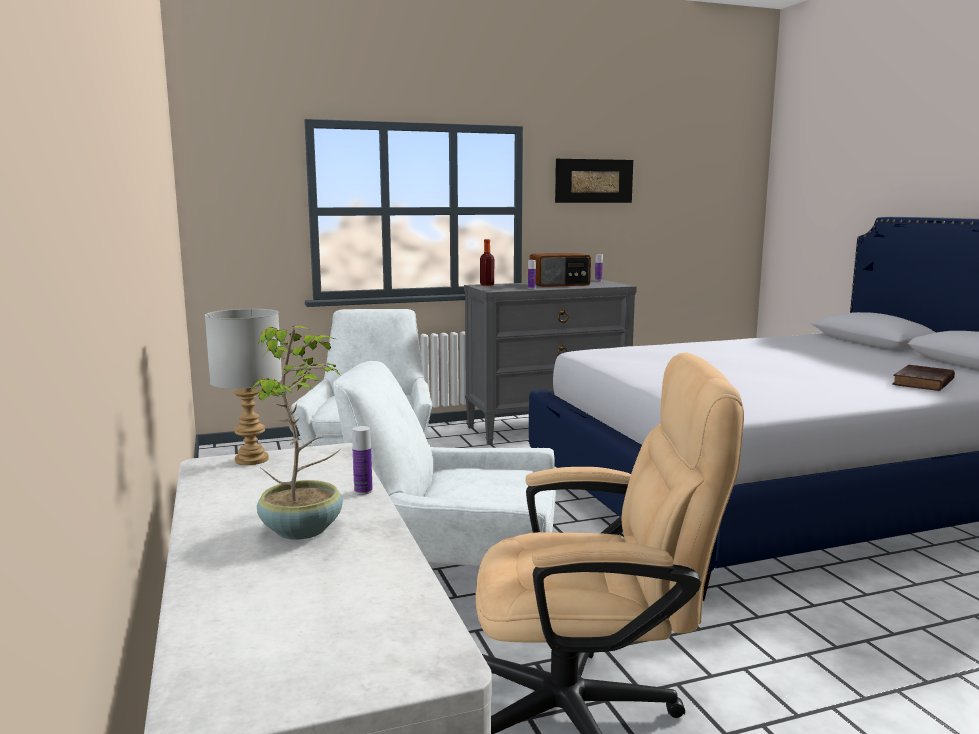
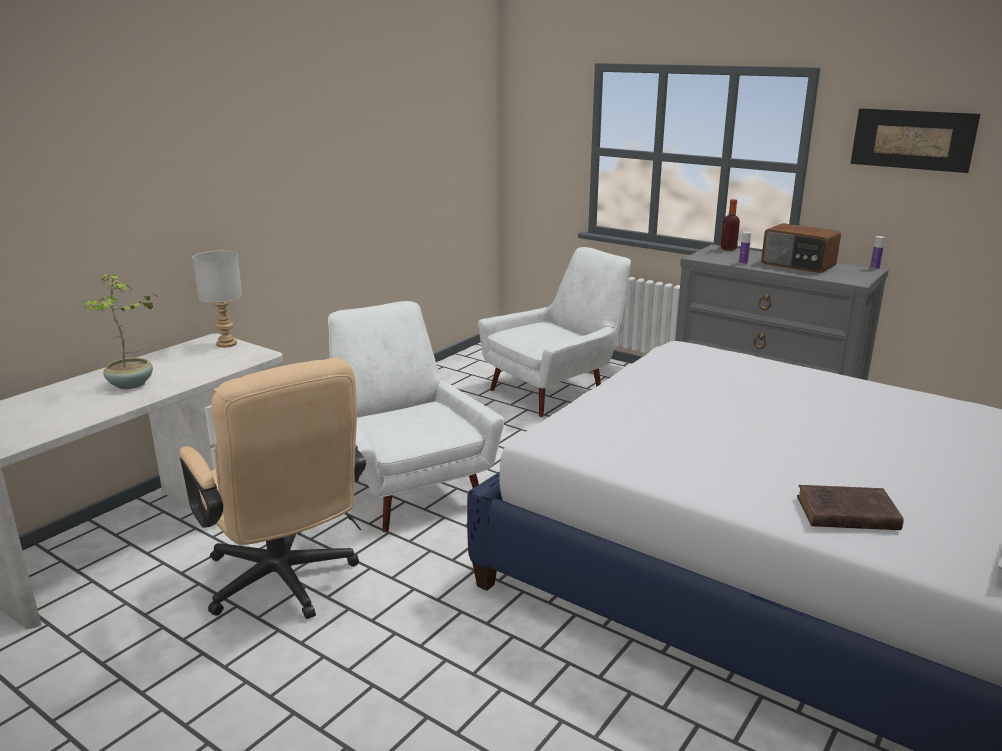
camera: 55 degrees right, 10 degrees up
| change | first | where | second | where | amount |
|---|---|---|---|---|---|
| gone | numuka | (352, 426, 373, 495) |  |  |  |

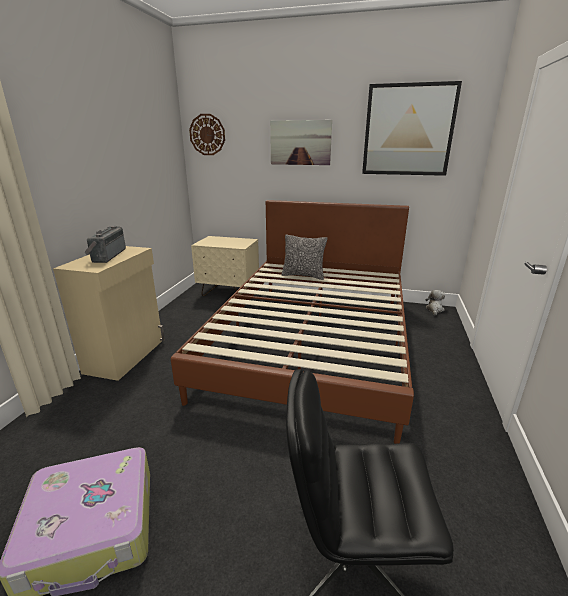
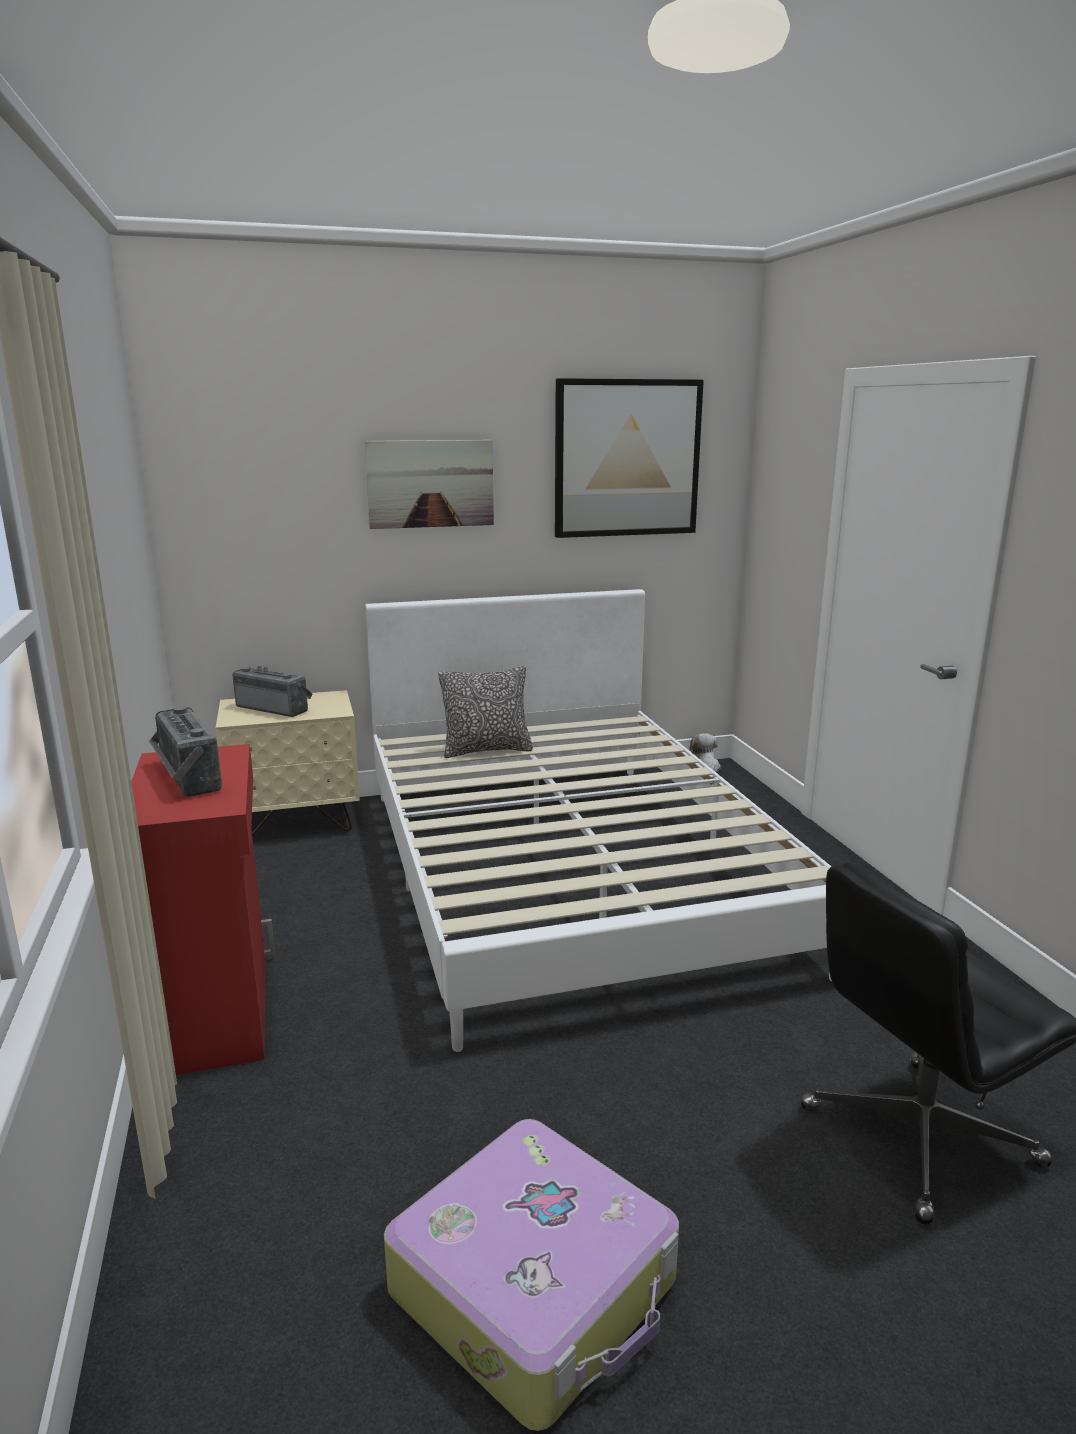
camera: 30 degrees left, 5 degrees down
| change | first | where | second | where | amount |
|---|---|---|---|---|---|
| gone | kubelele | (189, 114, 225, 155) |  |  |  |
| new |  |  | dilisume | (232, 666, 312, 717) |  |
| repainted | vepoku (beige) | (53, 246, 165, 381) | vepoku (red) | (131, 744, 275, 1075) |  |
| repainted | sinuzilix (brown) | (171, 200, 414, 444) | sinuzilix (white) | (365, 589, 832, 1052) |  |

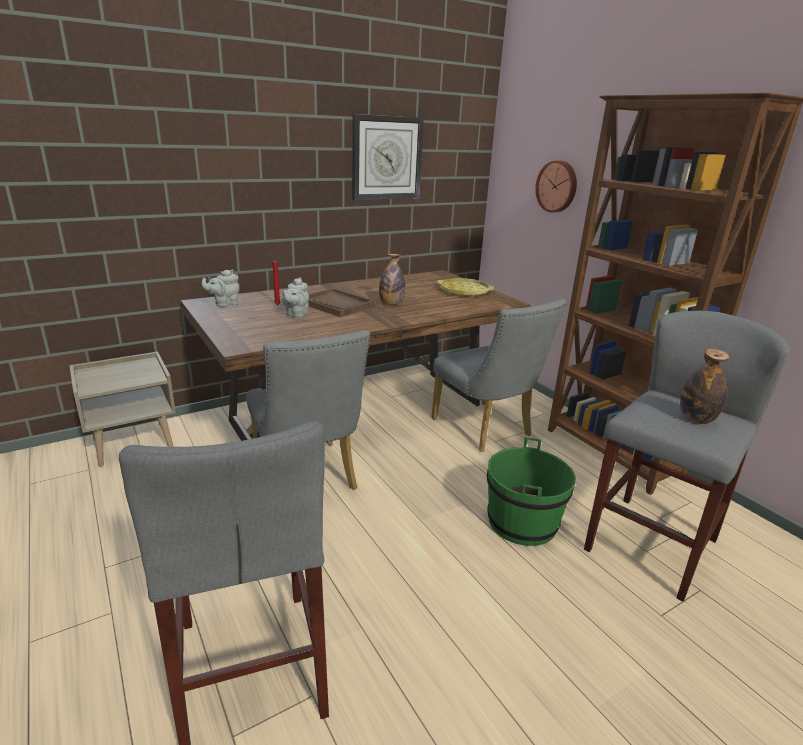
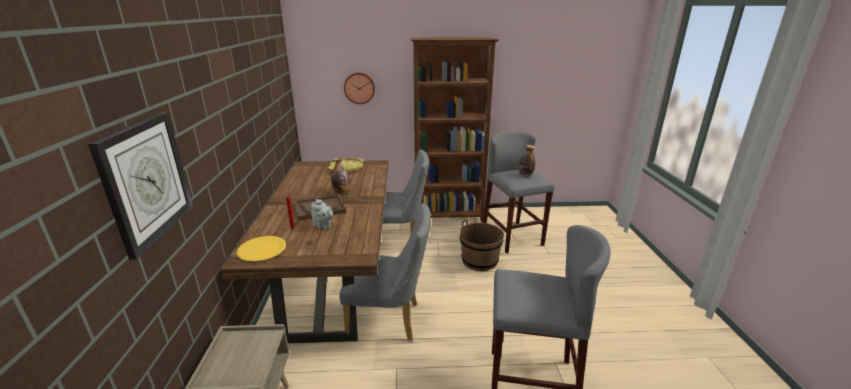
camera: 60 degrees left, 0 degrees up
| change | first | where | second | where | amount |
|---|---|---|---|---|---|
| shifted | kubelele | (352, 114, 424, 201) |  | (88, 112, 193, 260) |  |
| swapped | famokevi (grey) | (202, 270, 240, 307) | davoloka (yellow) | (236, 236, 286, 262) |  |
| repainted | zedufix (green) | (487, 437, 576, 546) | zedufix (brown) | (460, 220, 504, 271) |  |

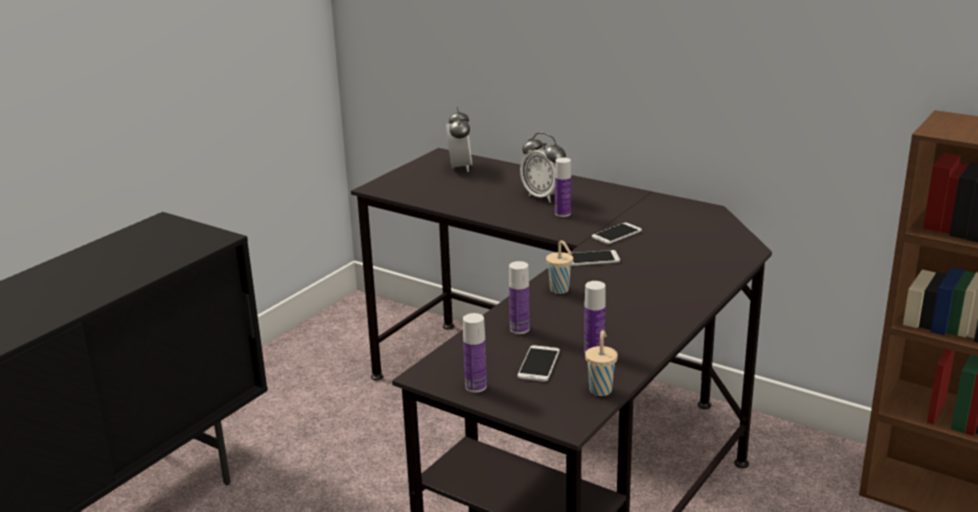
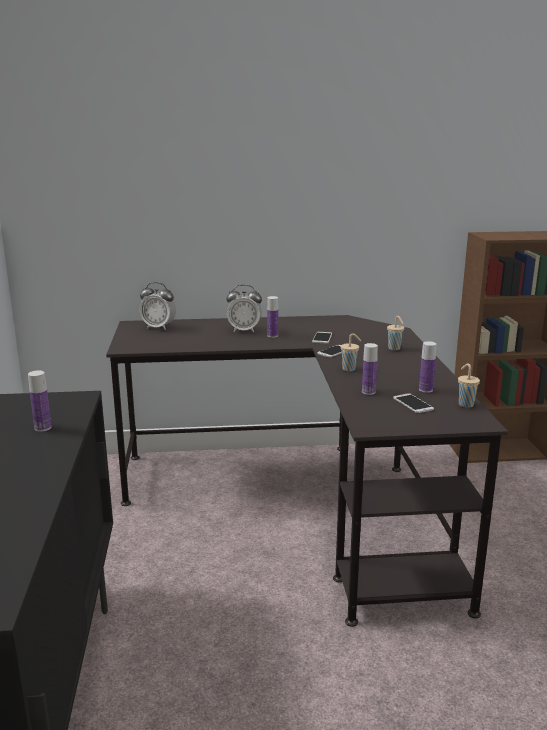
camera: 40 degrees left, 5 degrees down
| change | first | where | second | where | amount |
|---|---|---|---|---|---|
| new |  |  | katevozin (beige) | (387, 316, 404, 350) |  |
| shifted | numuka | (463, 313, 487, 393) |  | (28, 370, 52, 432) |  |
| rotated | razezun | (446, 107, 472, 172) |  | (140, 282, 176, 330) | 150 degrees clockwise |

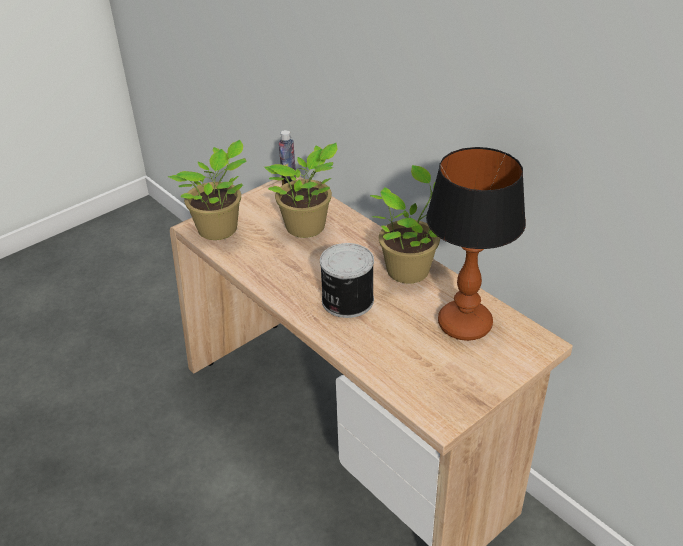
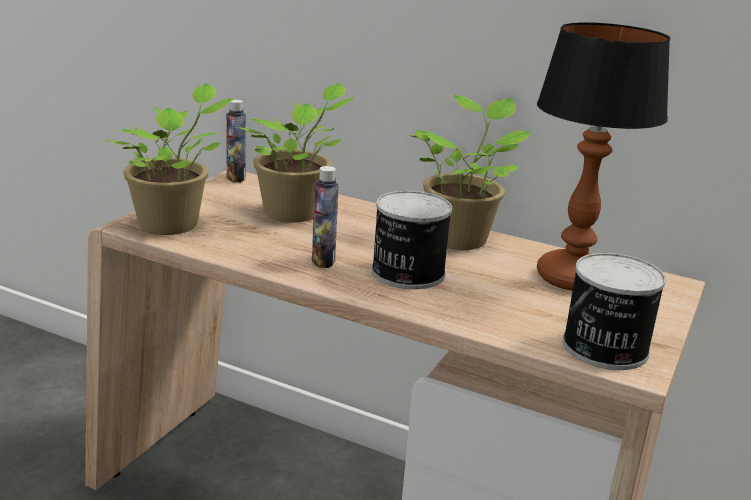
camera: 25 degrees left, 15 degrees down
| change | first | where | second | where | amount |
|---|---|---|---|---|---|
| new |  |  | numuka | (312, 166, 339, 268) |  |
| new |  |  | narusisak | (563, 253, 666, 370) |  |

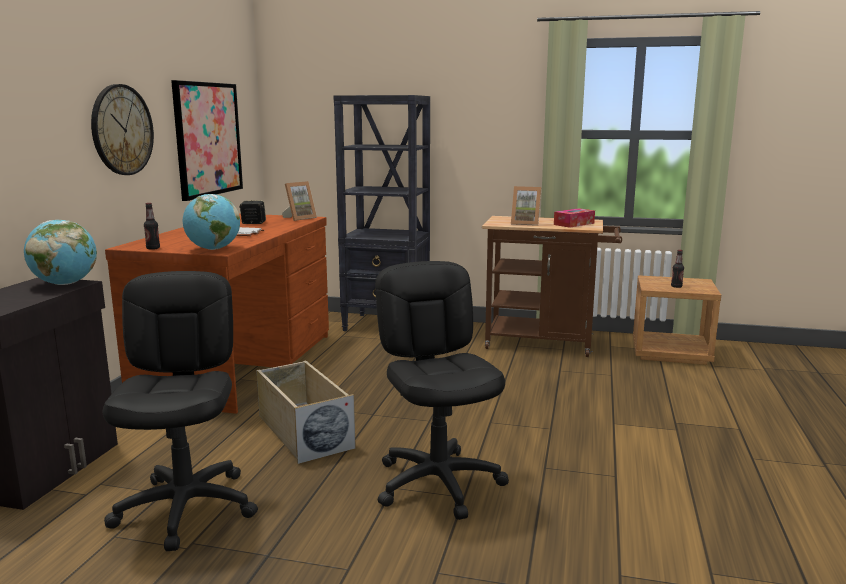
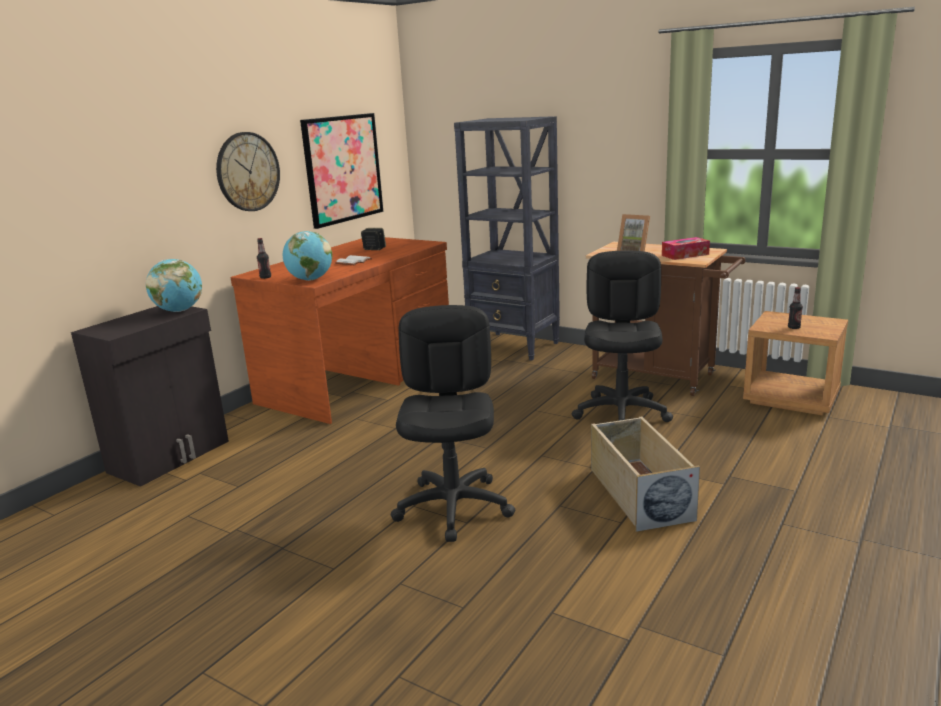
camera: 20 degrees right, 5 degrees up
| change | first | where | second | where | amount |
|---|---|---|---|---|---|
| gone | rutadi | (282, 181, 317, 221) |  |  |  |
| shifted | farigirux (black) | (103, 271, 258, 551) |  | (572, 251, 673, 422) |  |
| shifted | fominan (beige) | (257, 361, 356, 464) |  | (591, 416, 700, 532) |  |

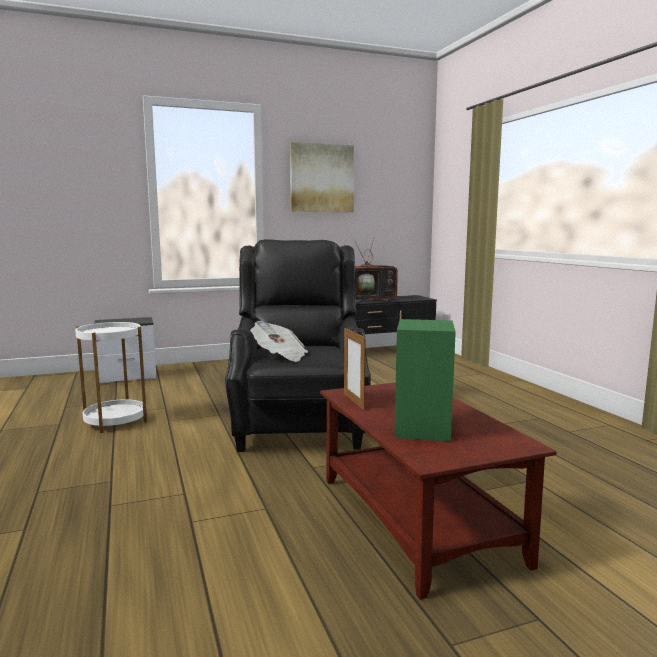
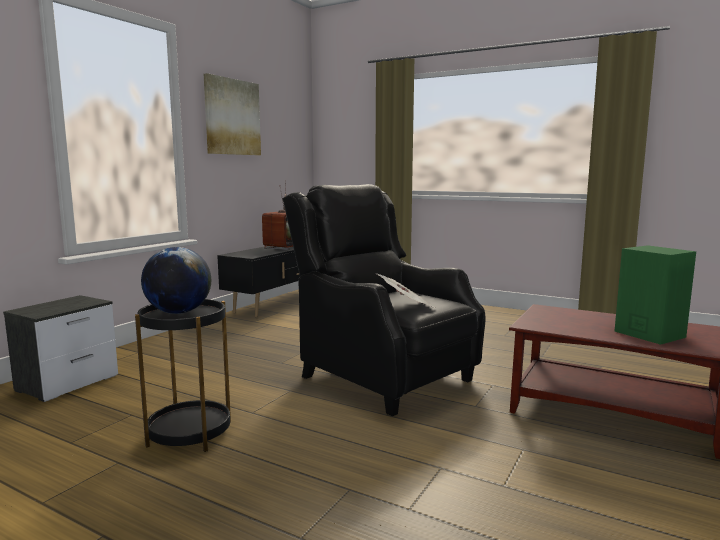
camera: 40 degrees left, 0 degrees up
| change | first | where | second | where | amount |
|---|---|---|---|---|---|
| gone | rutadi | (344, 327, 365, 410) |  |  |  |
| new |  |  | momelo | (141, 247, 211, 314) |  |
| repainted | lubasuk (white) | (75, 321, 147, 433) | lubasuk (black) | (135, 299, 231, 452) |  |

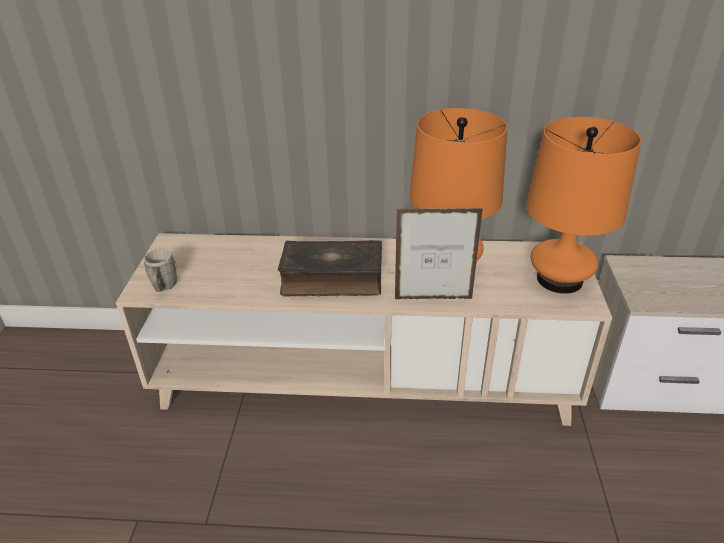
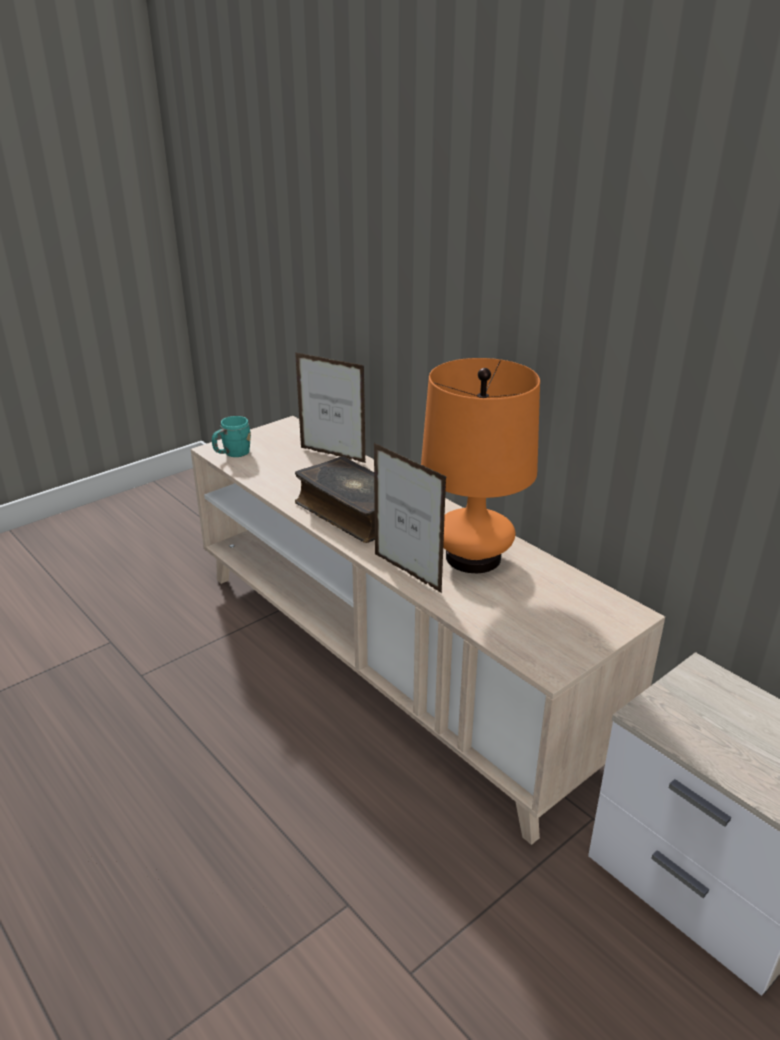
camera: 45 degrees right, 5 degrees down
| change | first | where | second | where | amount |
|---|---|---|---|---|---|
| gone | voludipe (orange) | (526, 117, 641, 294) |  |  |  |
| new |  |  | rutadi | (295, 352, 366, 463) |  |
| repainted | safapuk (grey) | (144, 249, 177, 292) | safapuk (turquoise) | (212, 416, 251, 457) |  |

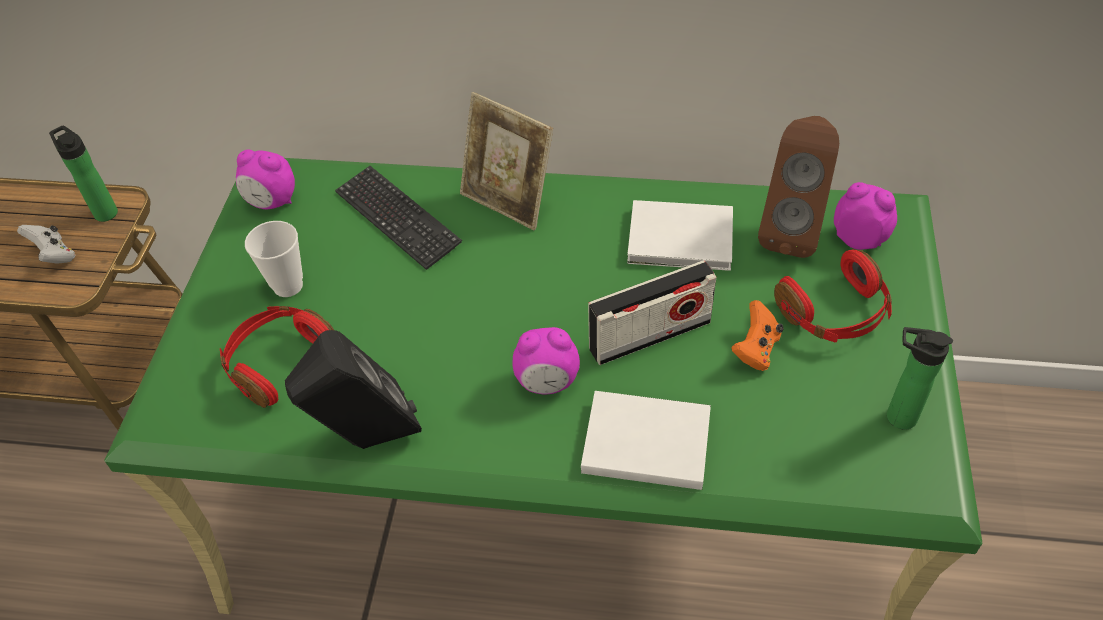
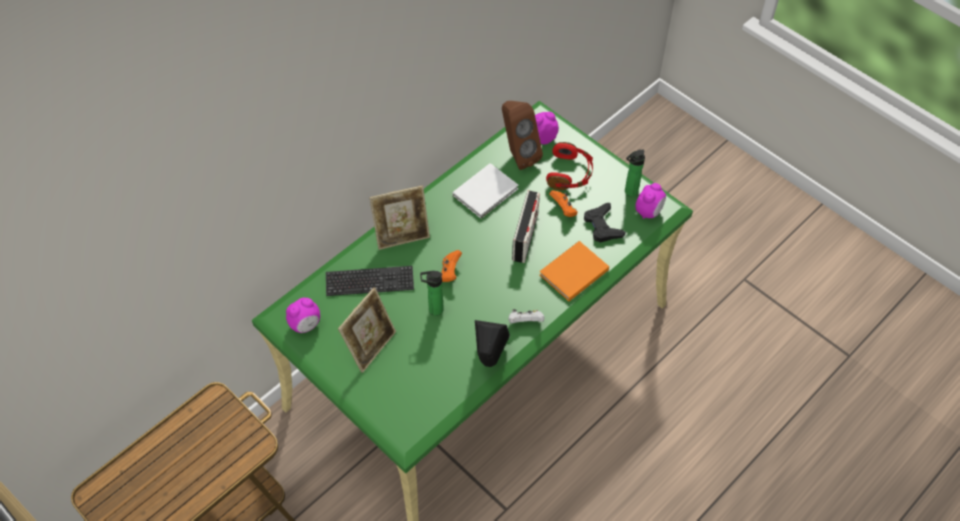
camera: 55 degrees left, 5 degrees up
| change | first | where | second | where | amount |
|---|---|---|---|---|---|
| gone | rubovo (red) | (220, 306, 334, 408) |  |  |  |
| new |  |  | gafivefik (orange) | (441, 250, 462, 282) |  |
| new |  |  | gafivefik (black) | (584, 203, 626, 243) |  |
| shifted | gafivefik (white) | (17, 225, 76, 264) |  | (508, 309, 544, 324) |  |
| shifted | numuka | (49, 125, 118, 222) |  | (420, 271, 444, 316) |  |
| shifted | razezun | (512, 327, 580, 395) |  | (635, 183, 666, 219) |  |
| swapped | katevozin | (245, 221, 303, 297) | rutadi | (338, 287, 396, 373) |  |
| repainted | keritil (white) | (581, 391, 711, 490) | keritil (orange) | (539, 241, 609, 301) |  |

